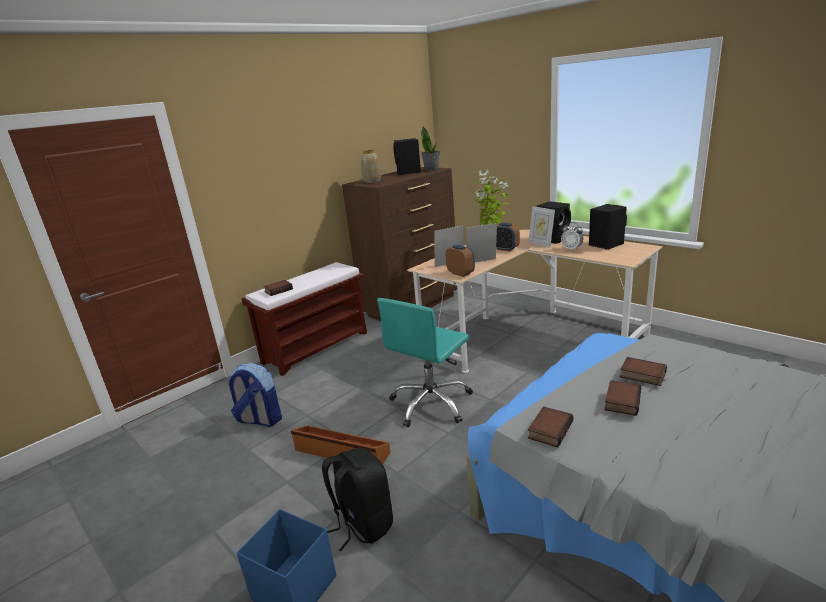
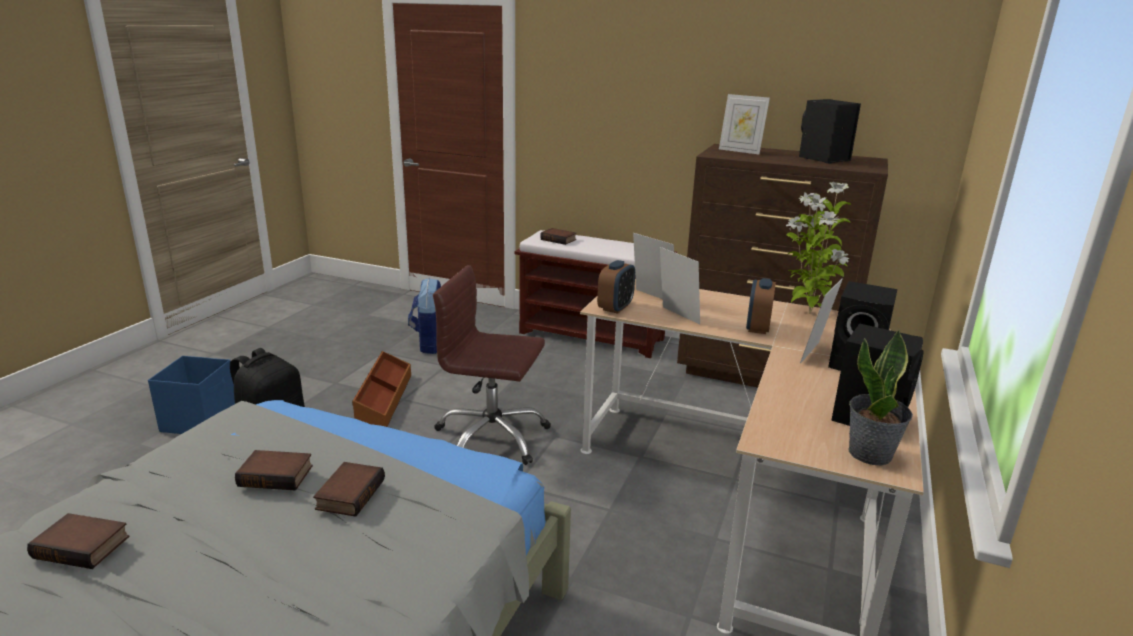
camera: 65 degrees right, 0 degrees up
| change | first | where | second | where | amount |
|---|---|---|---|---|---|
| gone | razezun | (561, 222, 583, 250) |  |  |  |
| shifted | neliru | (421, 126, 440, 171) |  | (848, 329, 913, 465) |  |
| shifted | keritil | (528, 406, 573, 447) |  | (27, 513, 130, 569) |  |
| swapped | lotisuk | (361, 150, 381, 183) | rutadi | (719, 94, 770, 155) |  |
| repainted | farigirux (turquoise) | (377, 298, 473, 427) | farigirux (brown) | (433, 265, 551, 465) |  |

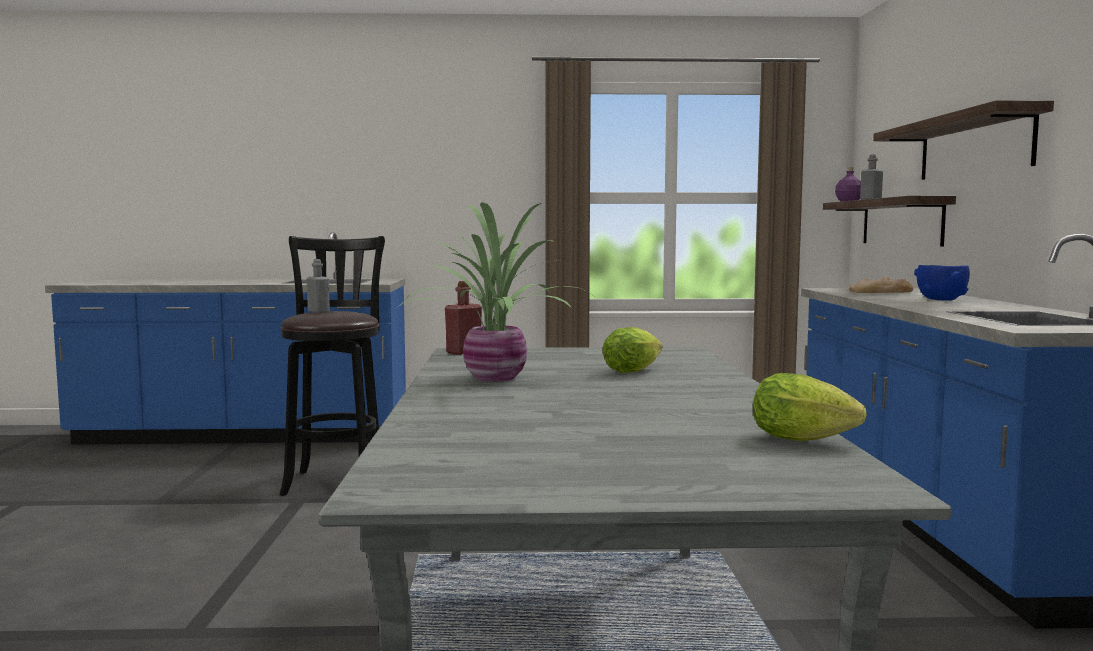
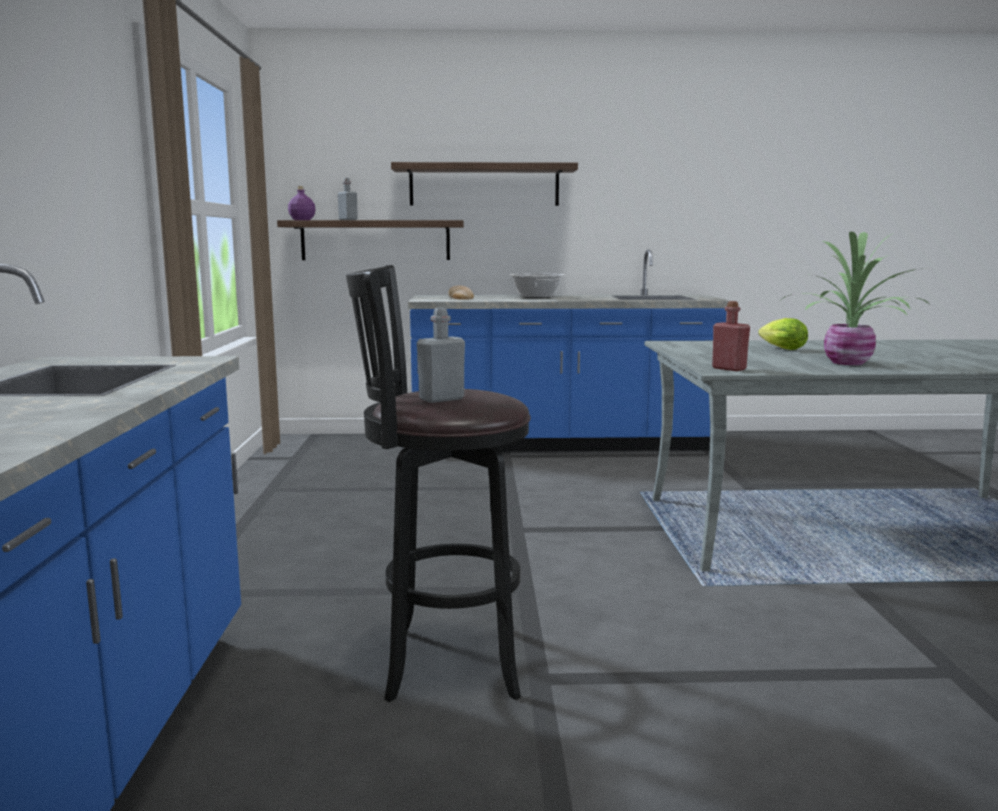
camera: 90 degrees left, 5 degrees up
| change | first | where | second | where | amount |
|---|---|---|---|---|---|
| gone | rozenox | (753, 373, 867, 441) |  |  |  |
| swapped | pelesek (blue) | (914, 265, 970, 301) | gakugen | (510, 273, 565, 298) |  |

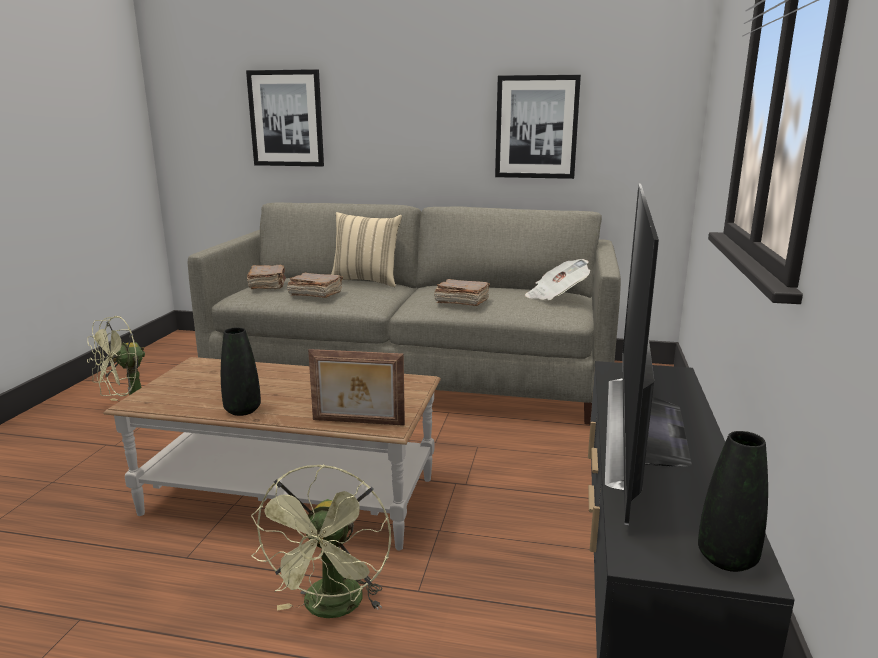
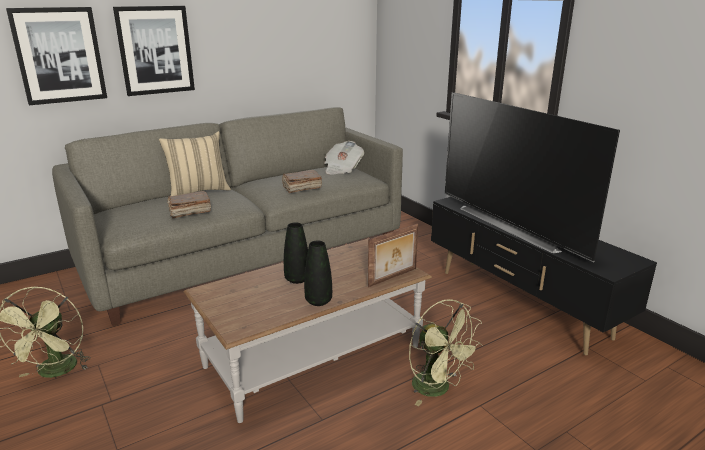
camera: 45 degrees left, 5 degrees up
| change | first | where | second | where | amount |
|---|---|---|---|---|---|
| gone | keritil (brown) | (247, 265, 286, 289) |  |  |  |
| shifted | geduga | (495, 75, 581, 179) |  | (113, 6, 195, 96) |  |
| shifted | lotisuk (black) | (698, 431, 768, 572) |  | (284, 222, 308, 284) |  |

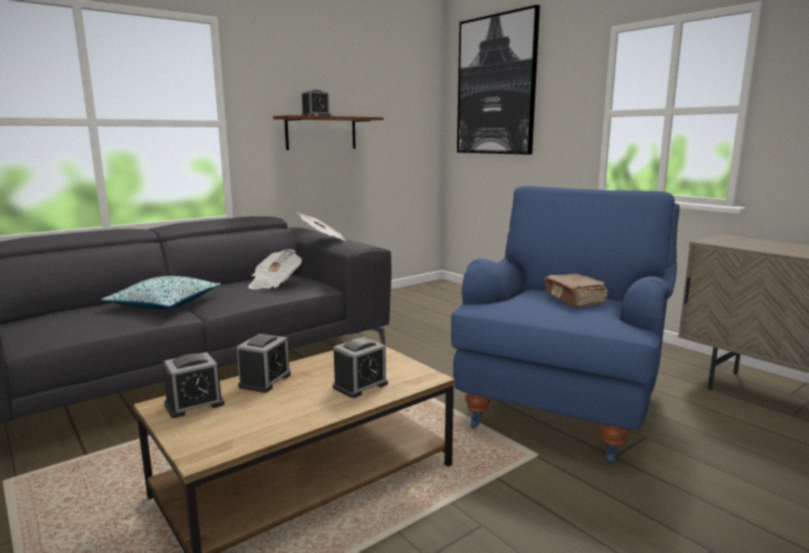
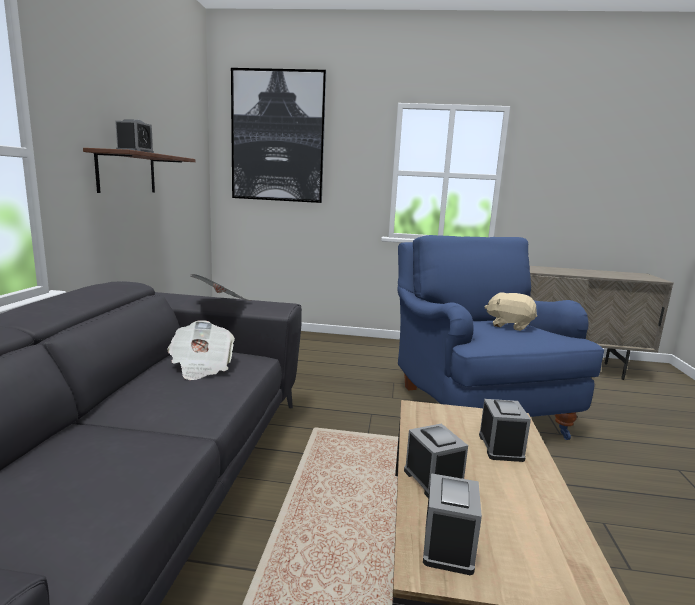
camera: 45 degrees left, 0 degrees up
| change | first | where | second | where | amount |
|---|---|---|---|---|---|
| gone | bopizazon | (101, 276, 221, 309) |  |  |  |
| swapped | keritil (brown) | (544, 274, 608, 308) | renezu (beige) | (485, 292, 537, 331) |  |

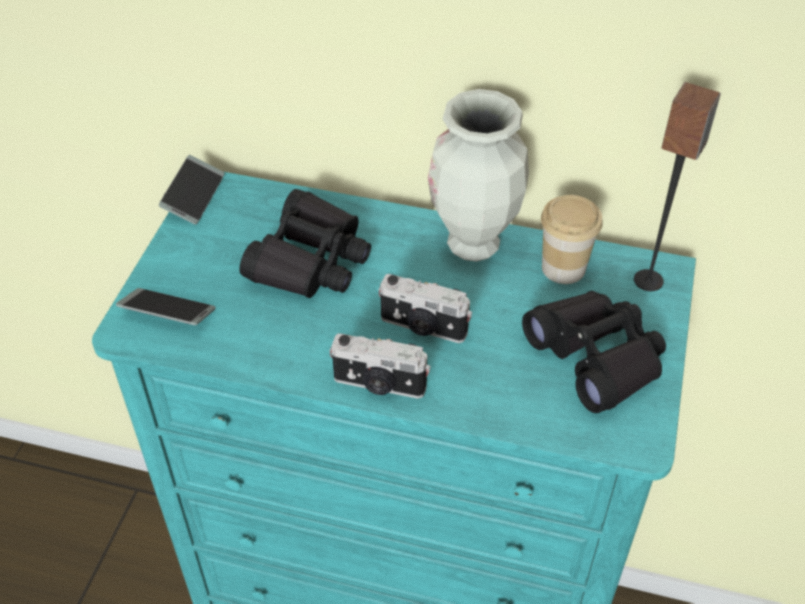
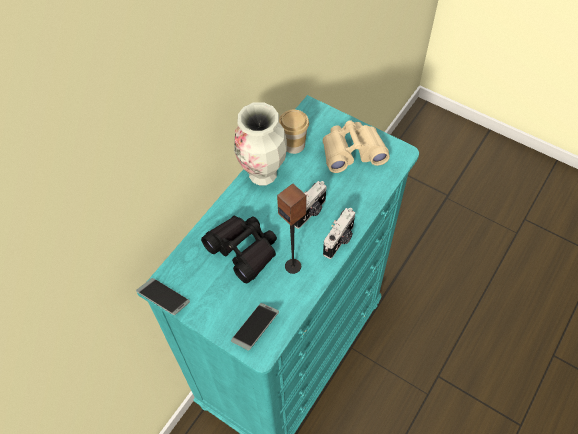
camera: 70 degrees left, 10 degrees up
| change | first | where | second | where | amount |
|---|---|---|---|---|---|
| shifted | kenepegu | (634, 82, 721, 291) |  | (277, 184, 307, 274) |  |
| repainted | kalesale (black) | (522, 291, 666, 413) | kalesale (beige) | (322, 120, 390, 173) |  |

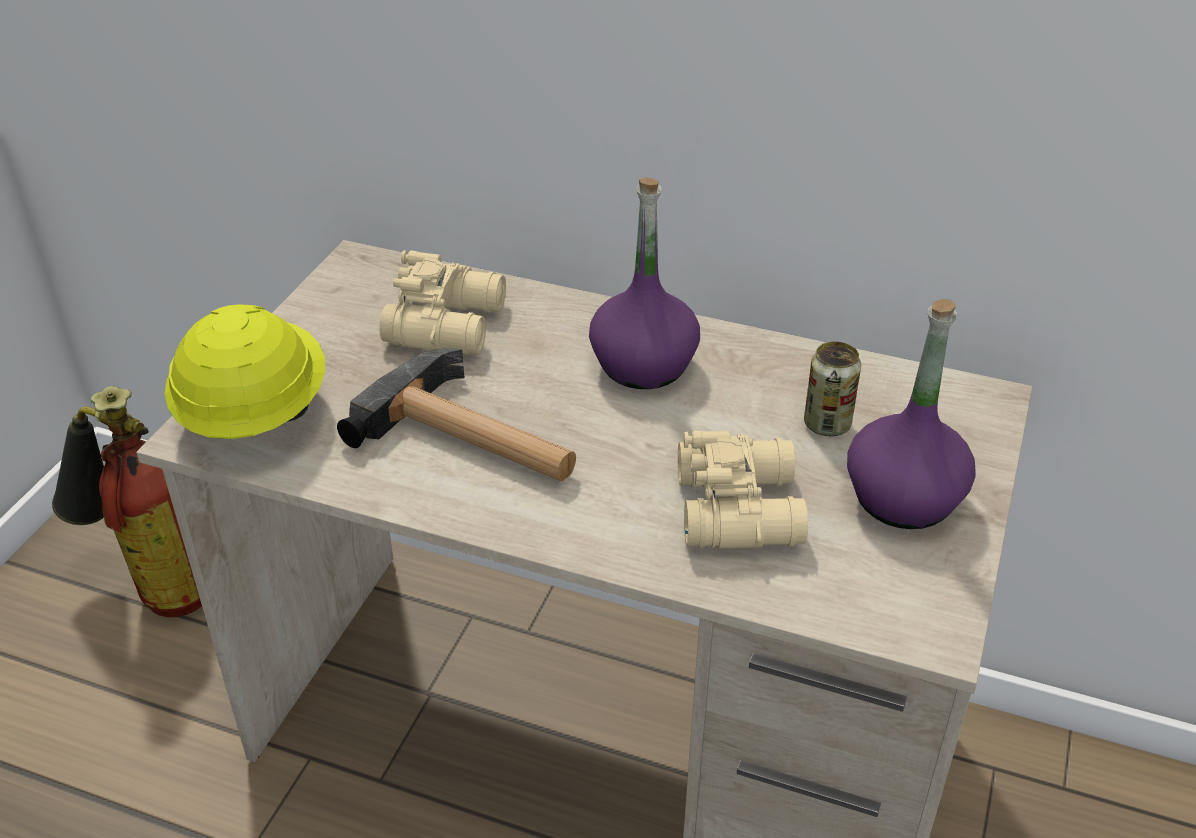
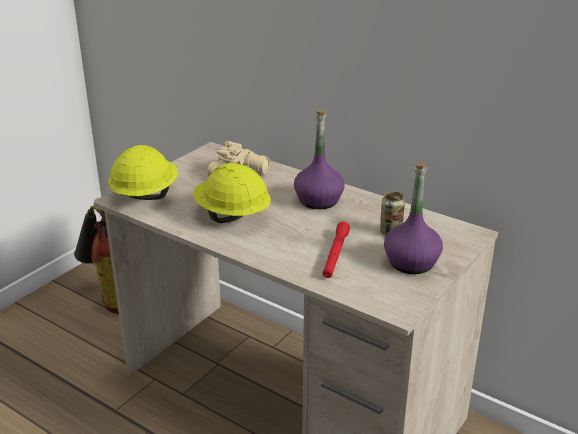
camera: 15 degrees right, 10 degrees down
| change | first | where | second | where | amount |
|---|---|---|---|---|---|
| swapped | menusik | (337, 348, 576, 481) | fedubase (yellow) | (193, 163, 271, 223) |  |
| swapped | kalesale (beige) | (678, 431, 808, 549) | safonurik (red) | (323, 221, 350, 278) |  |

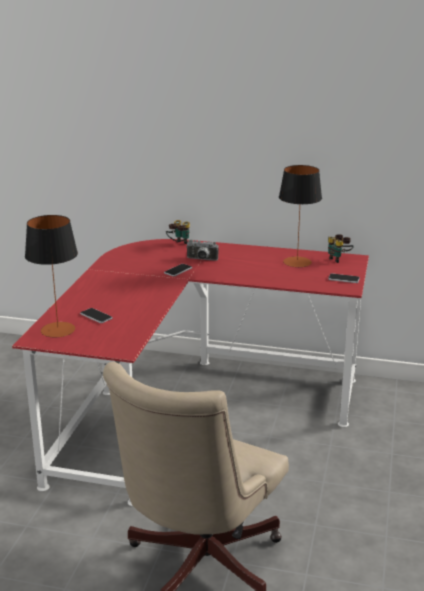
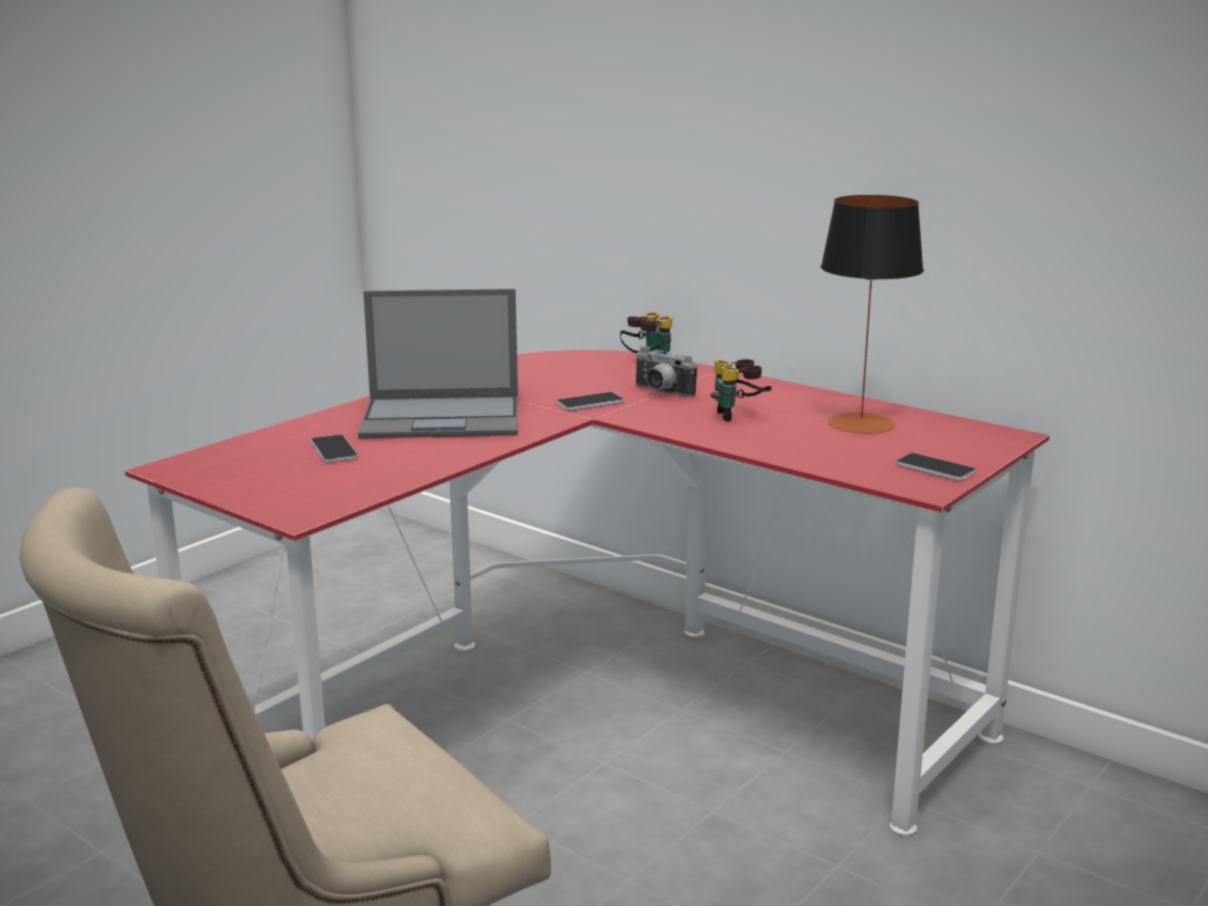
camera: 25 degrees right, 5 degrees down
| change | first | where | second | where | amount |
|---|---|---|---|---|---|
| gone | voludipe | (25, 215, 78, 337) |  |  |  |
| new |  |  | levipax | (358, 289, 518, 438) |  |
| shifted | kalesale | (328, 234, 354, 263) |  | (711, 359, 772, 422) |  |

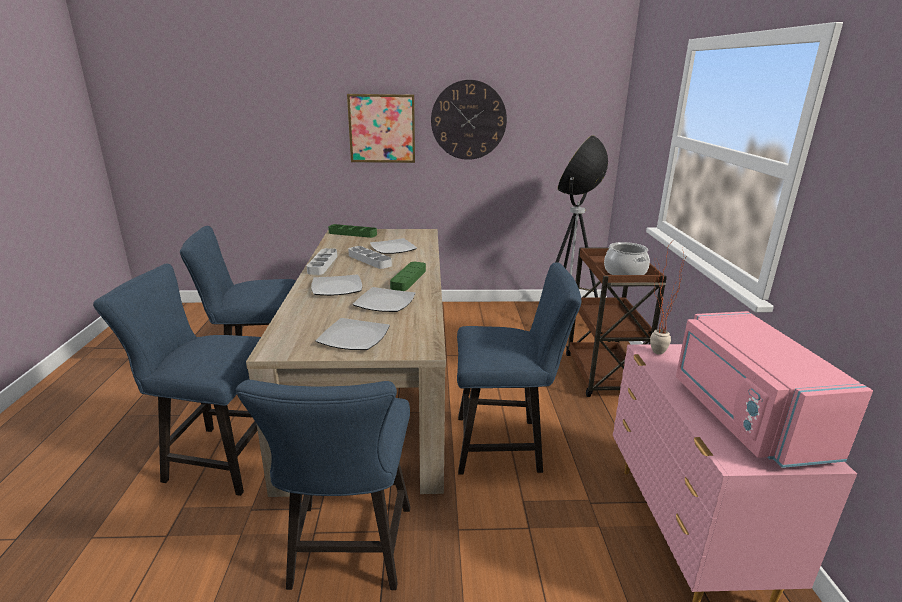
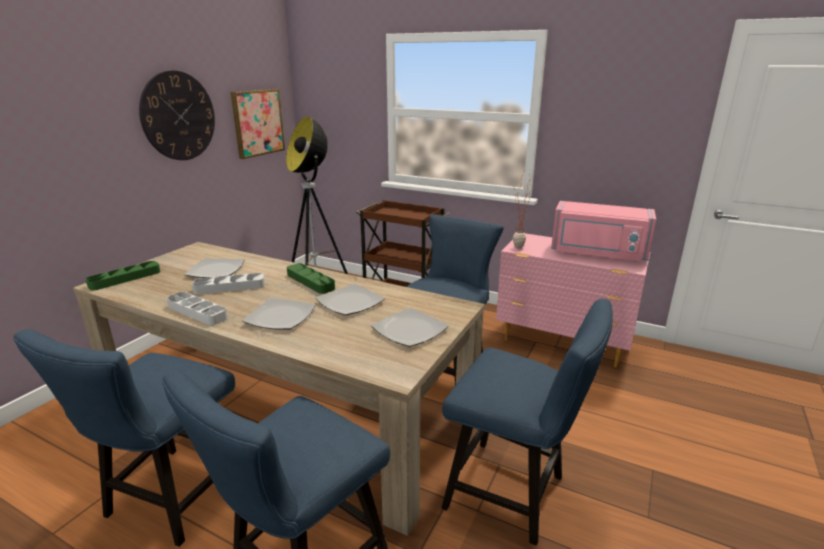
camera: 60 degrees left, 0 degrees up
| change | first | where | second | where | amount |
|---|---|---|---|---|---|
| gone | gakugen | (604, 242, 650, 275) |  |  |  |
| shifted | geduga | (347, 94, 415, 163) |  | (231, 89, 285, 159) |  |

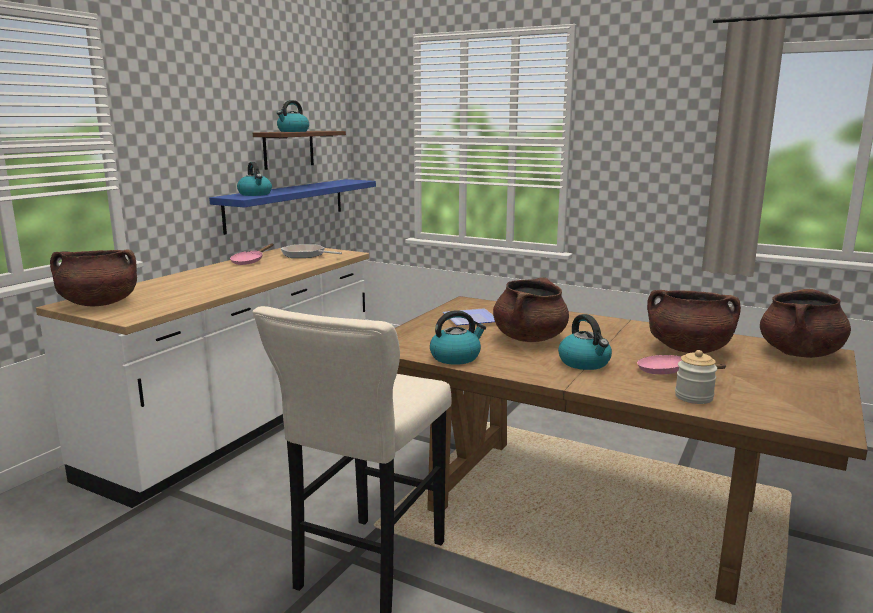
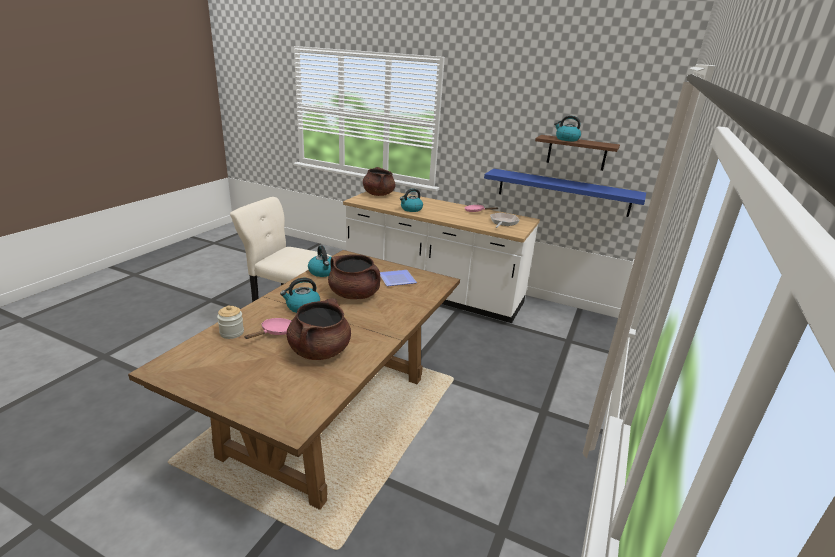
camera: 85 degrees right, 10 degrees up
| change | first | where | second | where | amount |
|---|---|---|---|---|---|
| gone | gakugen (brown) | (760, 289, 851, 358) |  |  |  |
| shifted | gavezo | (237, 162, 272, 196) |  | (400, 188, 423, 212) |  |

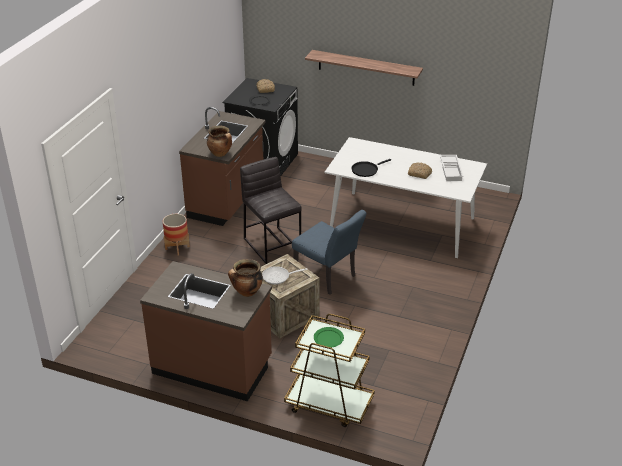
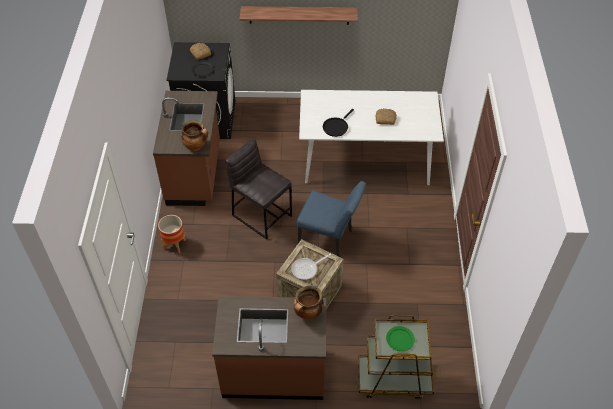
camera: 20 degrees left, 15 degrees up
| change | first | where | second | where | amount |
|---|---|---|---|---|---|
| gone | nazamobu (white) | (440, 155, 464, 181) |  |  |  |

